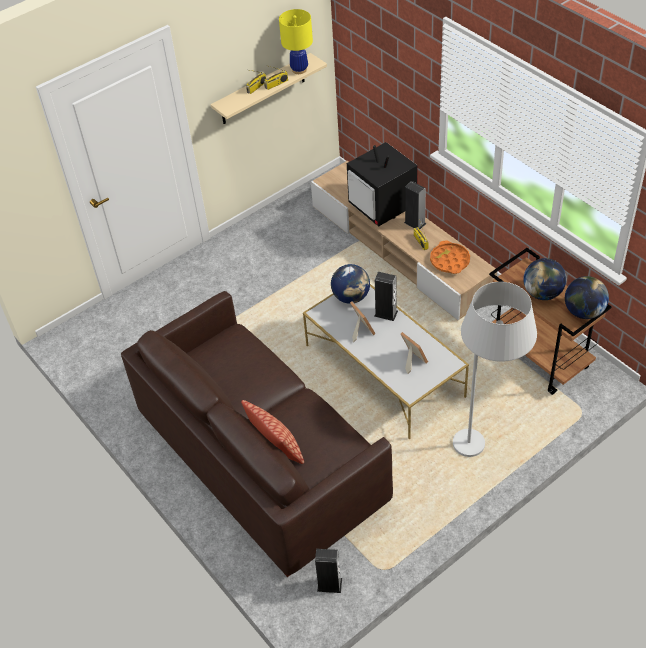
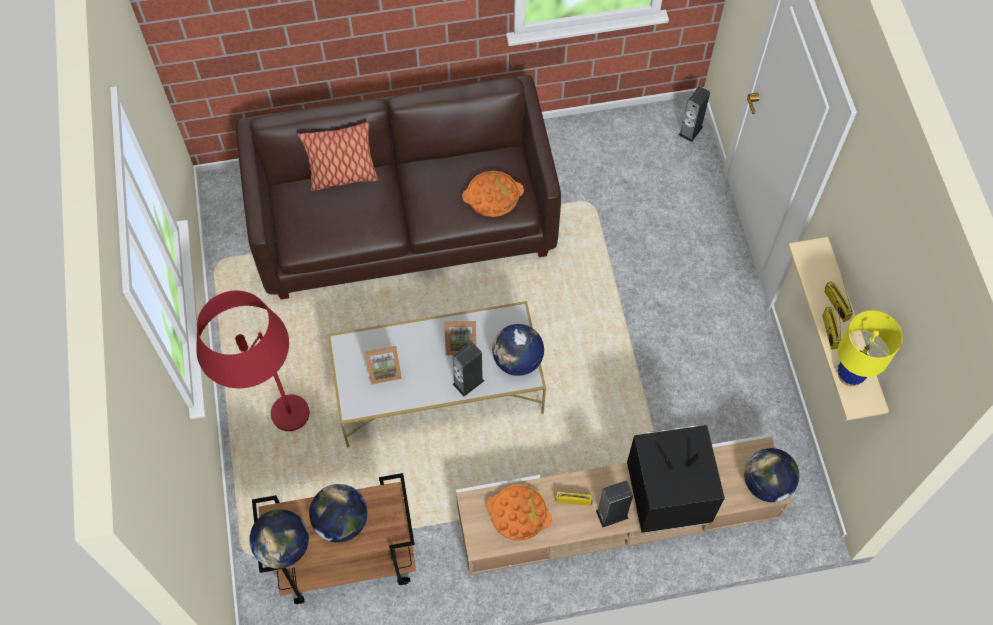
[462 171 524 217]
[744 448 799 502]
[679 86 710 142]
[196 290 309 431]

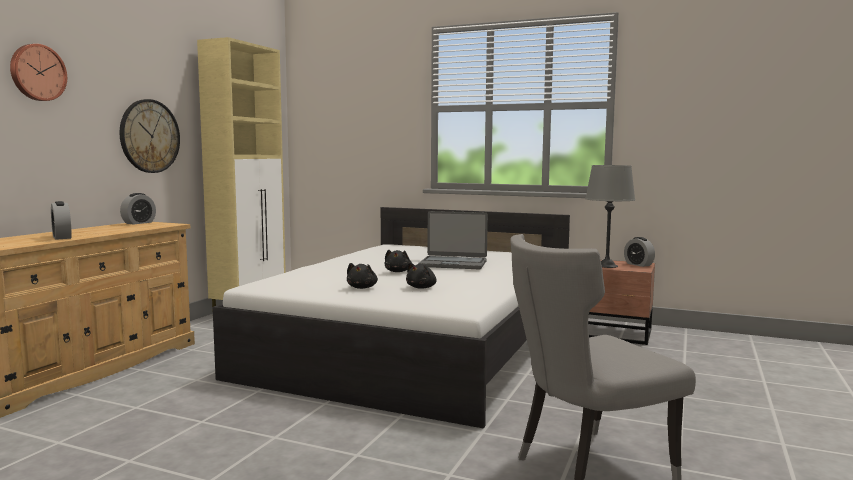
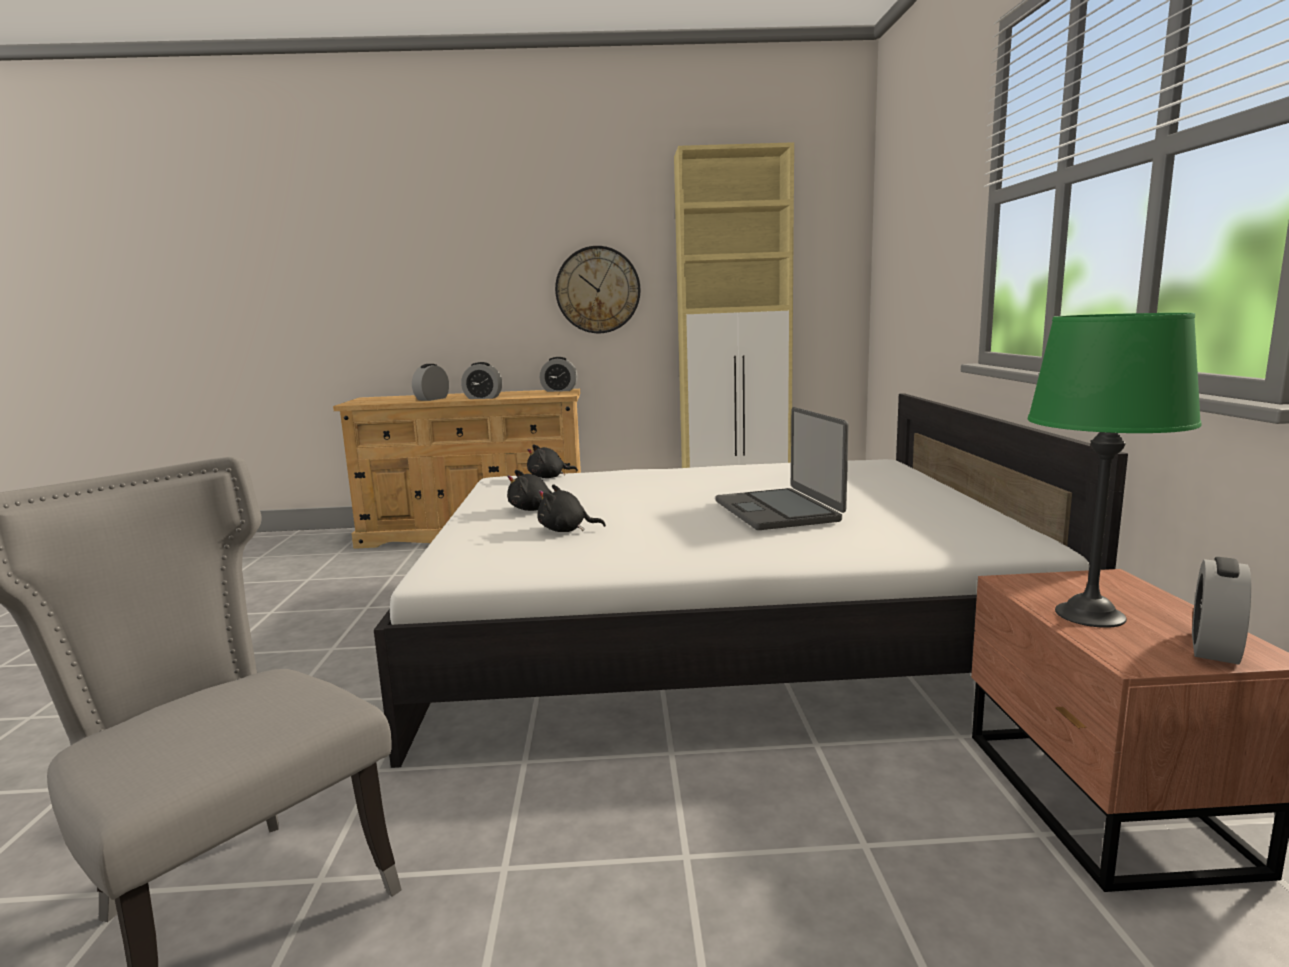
[10 44 67 101] (first image)
[461 362 502 399]
[527 444 578 478]
[1028 313 1202 628]

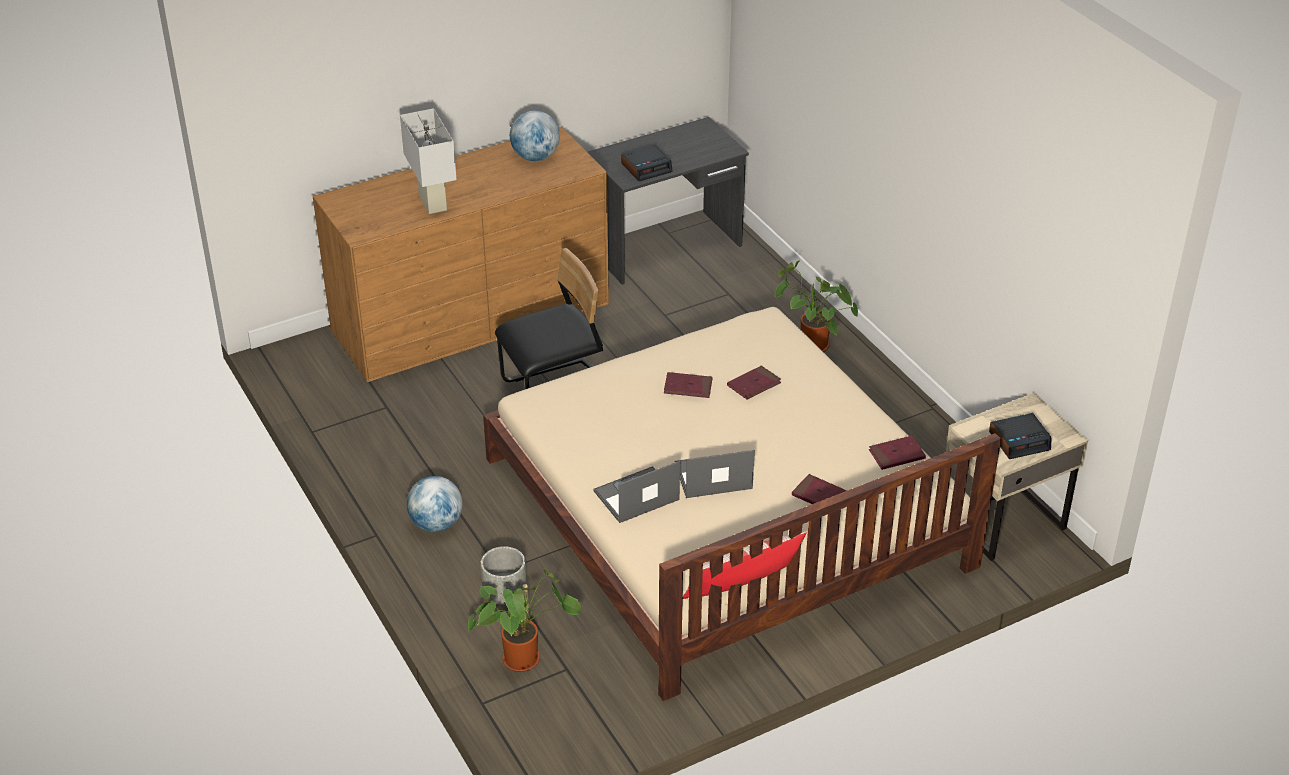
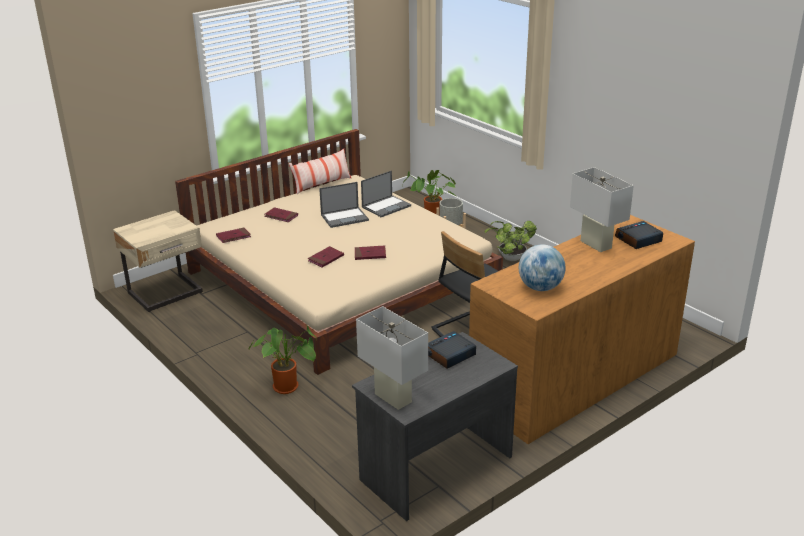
[356 306 428 410]
[615 221 663 249]
[485 221 537 261]

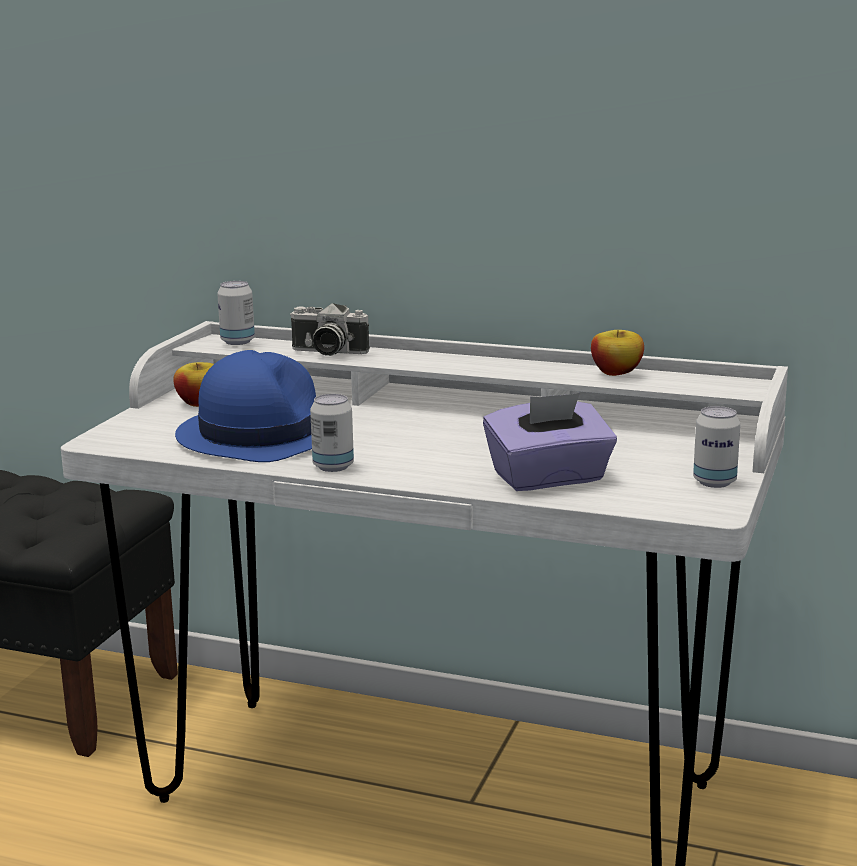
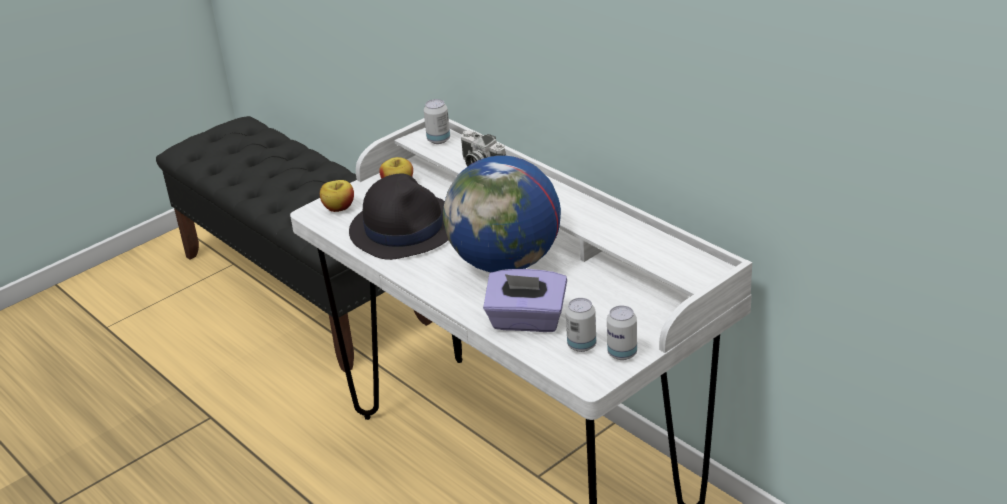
[443 155 561 272]
[566 298 596 352]
[320 180 354 212]
[349 173 448 260]

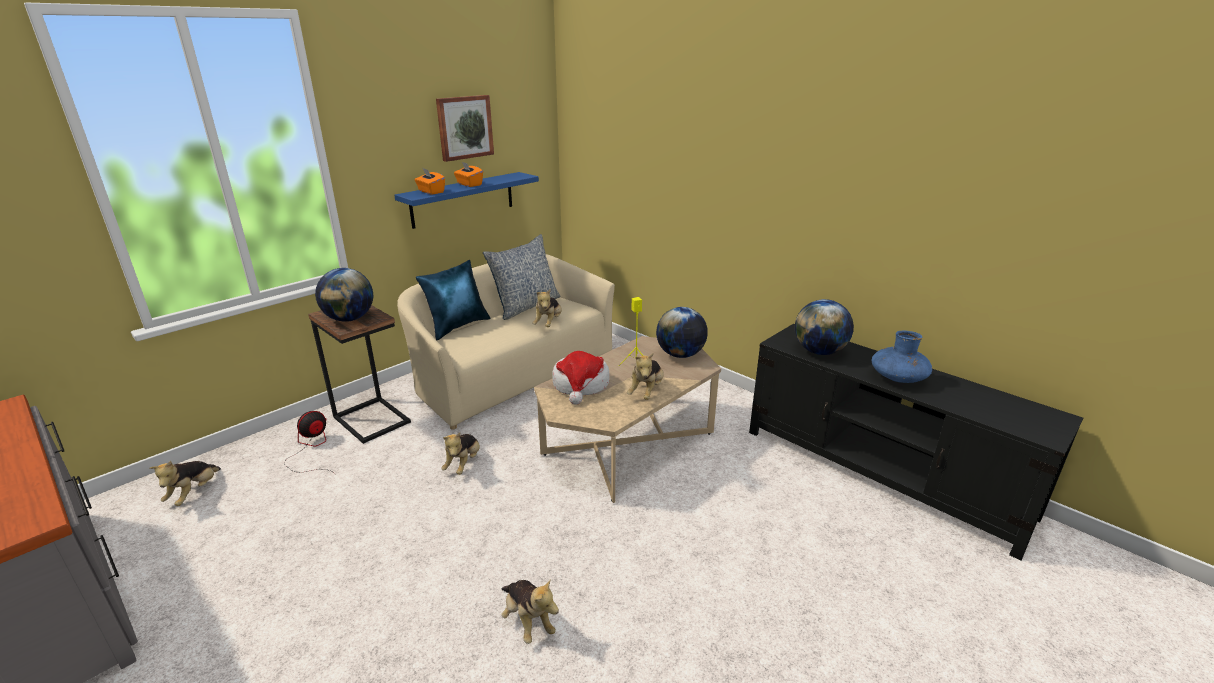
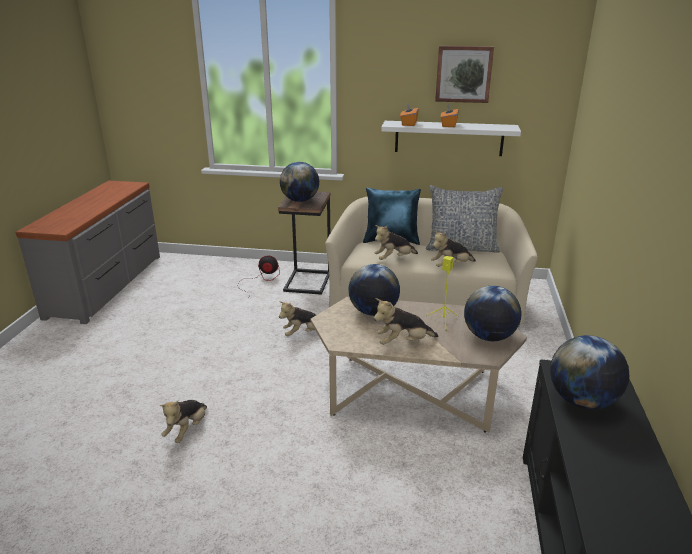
[872 331 932 383] (first image)
[375 225 418 260]
[348 264 400 316]
[381 121 521 156]

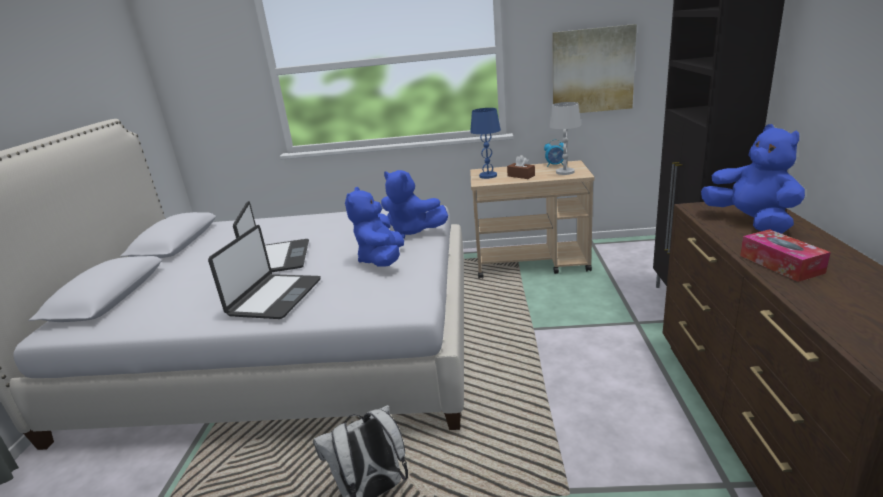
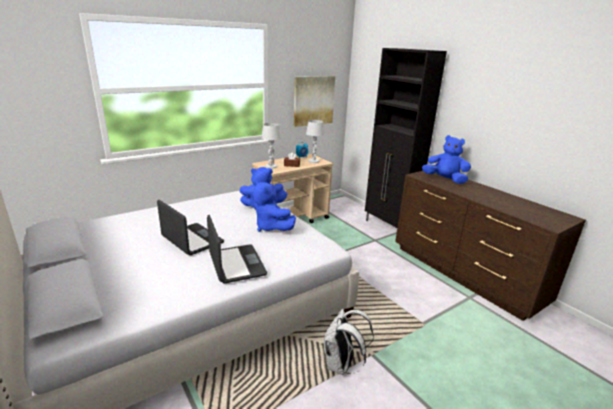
[740 229 831 282] (first image)
[261 123 281 169]

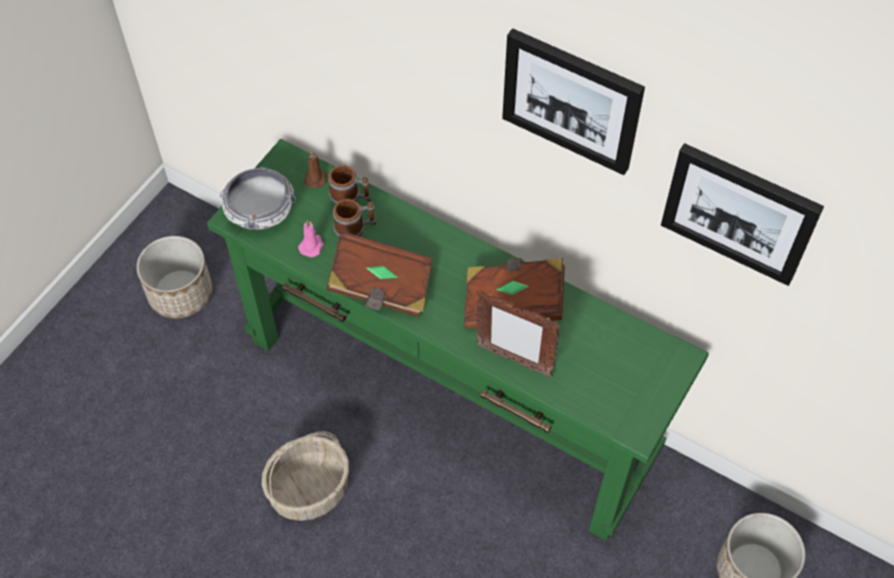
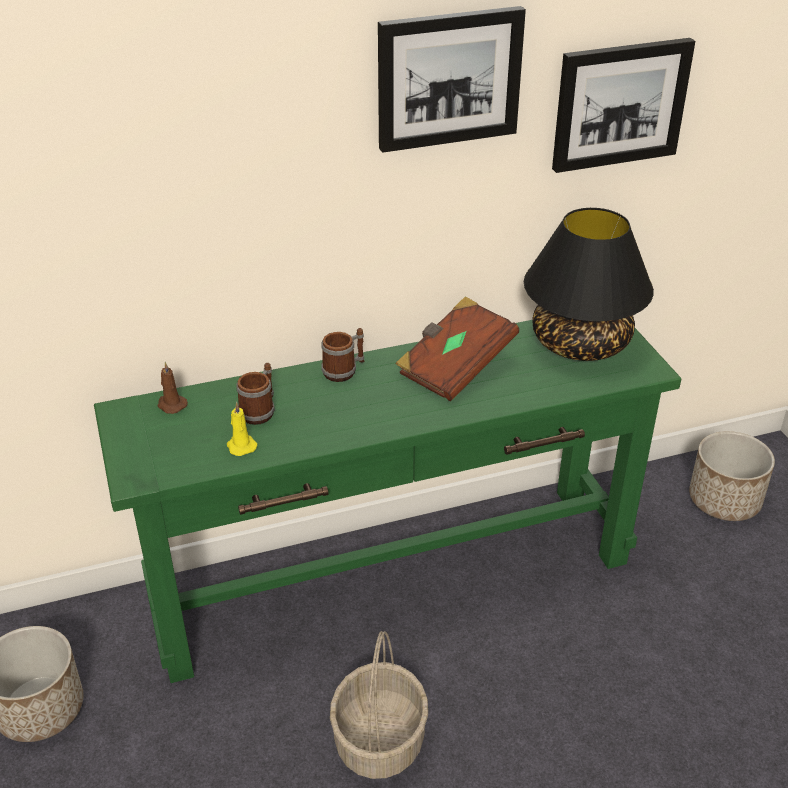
[220 167 296 230] (first image)
[326 231 433 317] (first image)
[476 290 561 377] (first image)
[524 208 654 361]
[321 328 365 382]
[227 402 257 456]

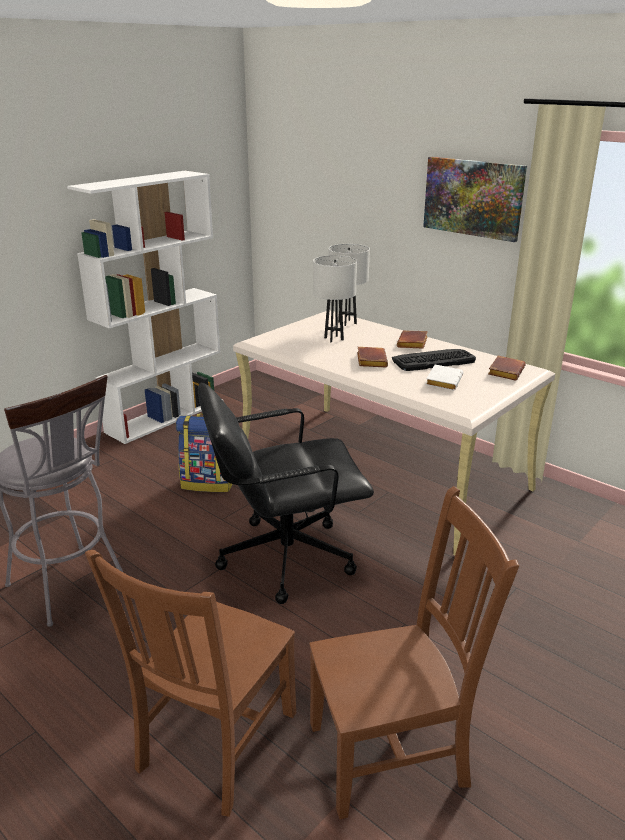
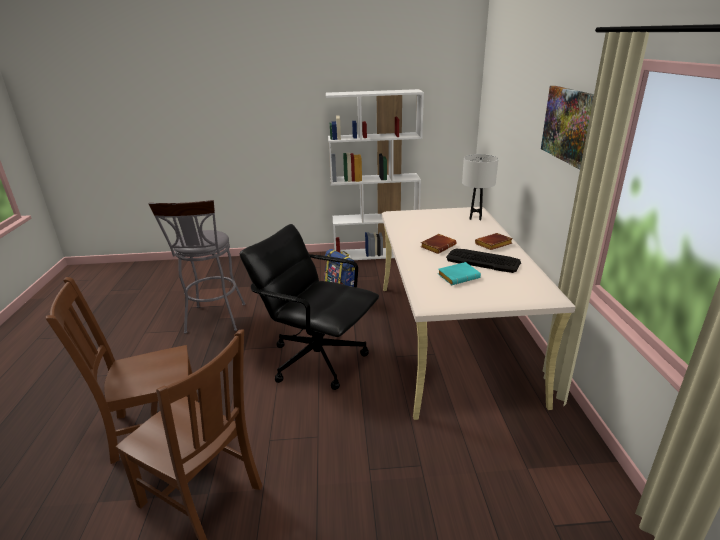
[313 255 357 343] (first image)
[488 356 526 381] (first image)
[438 262 481 285]

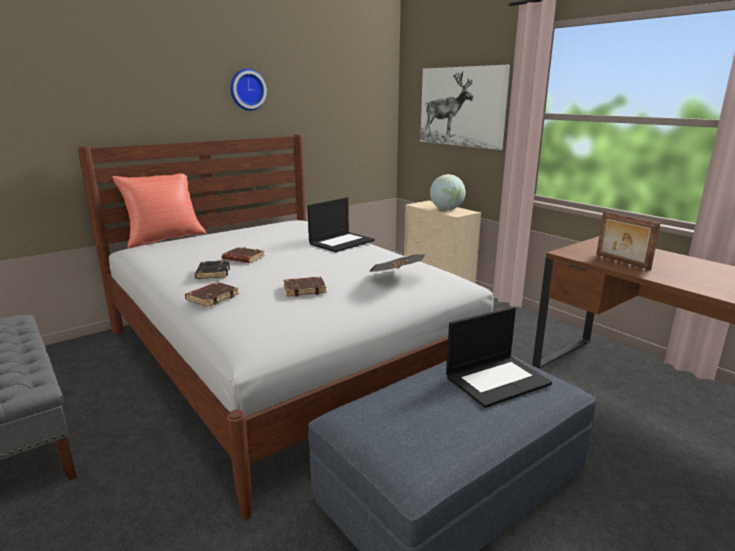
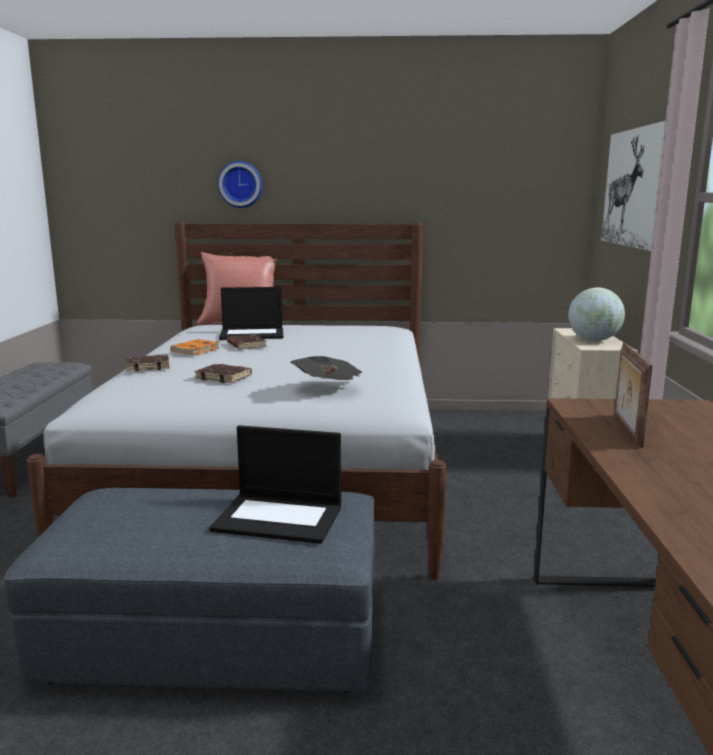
[218 161 263 208]
[219 287 283 340]
[170 339 220 355]

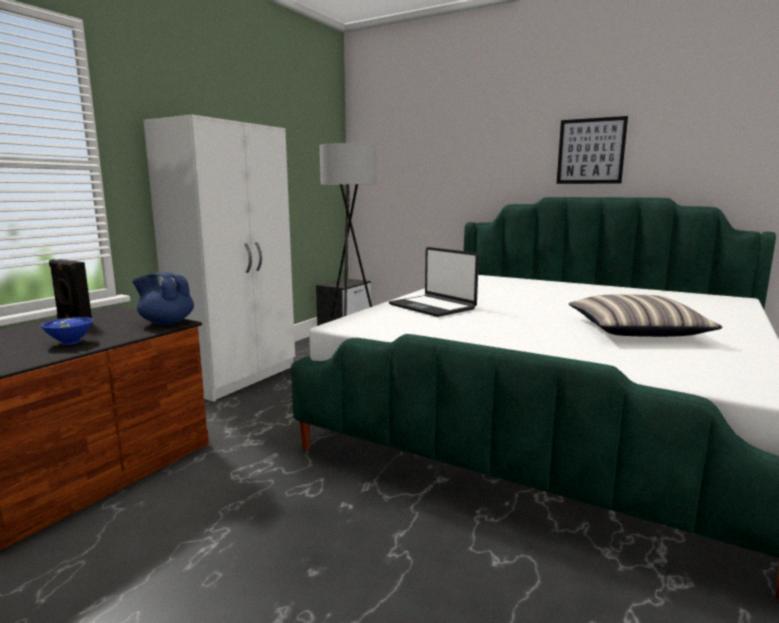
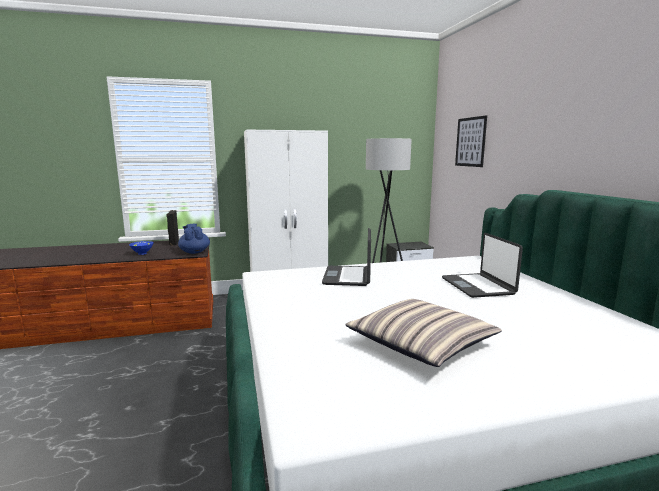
[442 233 523 298]
[455 115 487 167]

